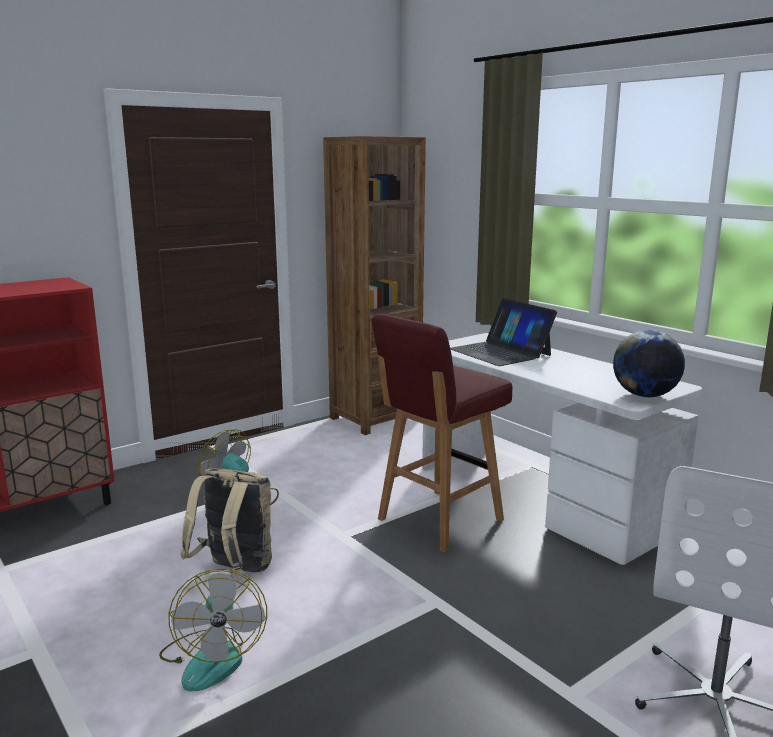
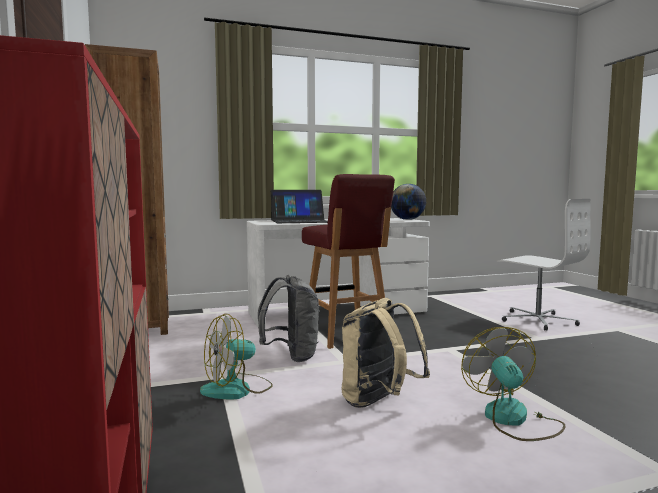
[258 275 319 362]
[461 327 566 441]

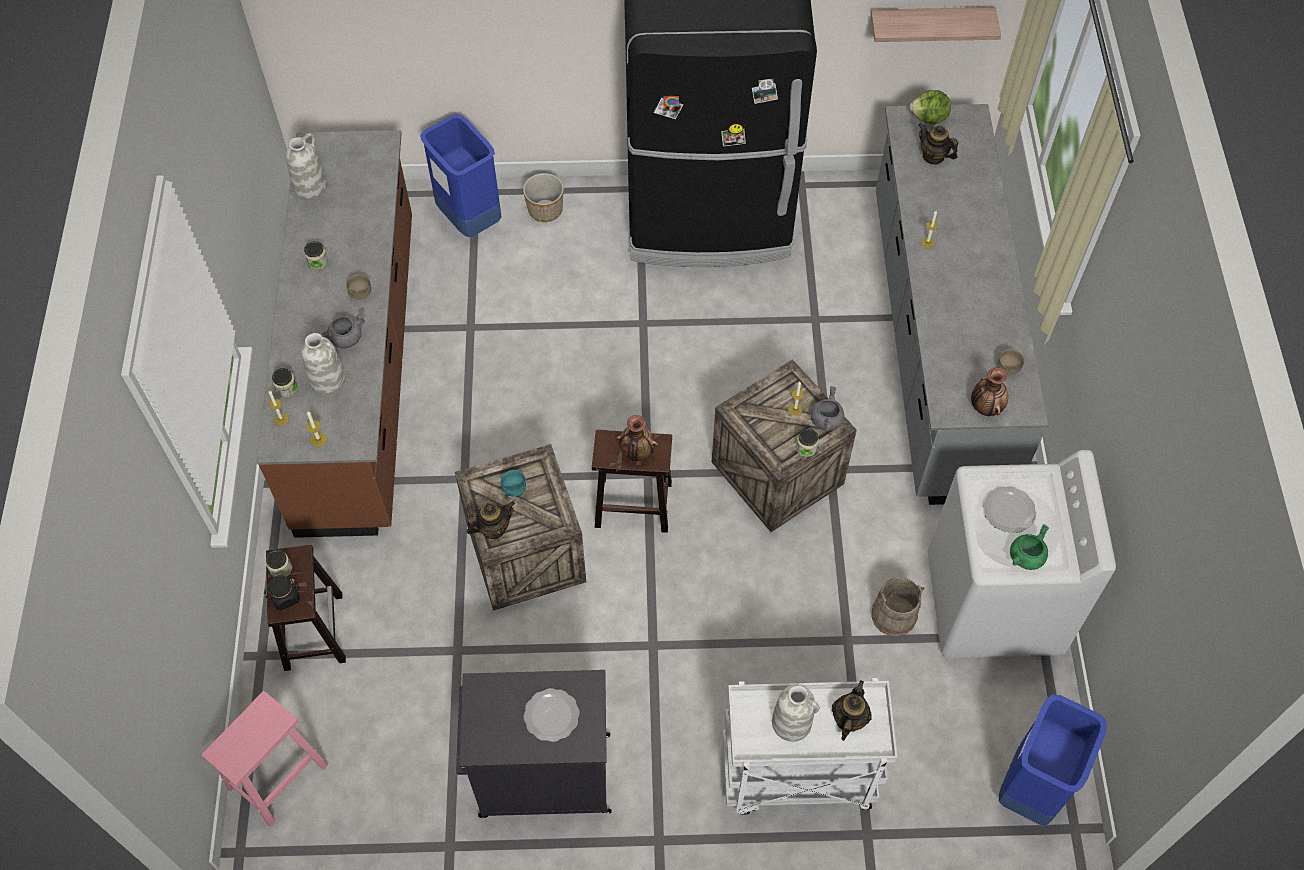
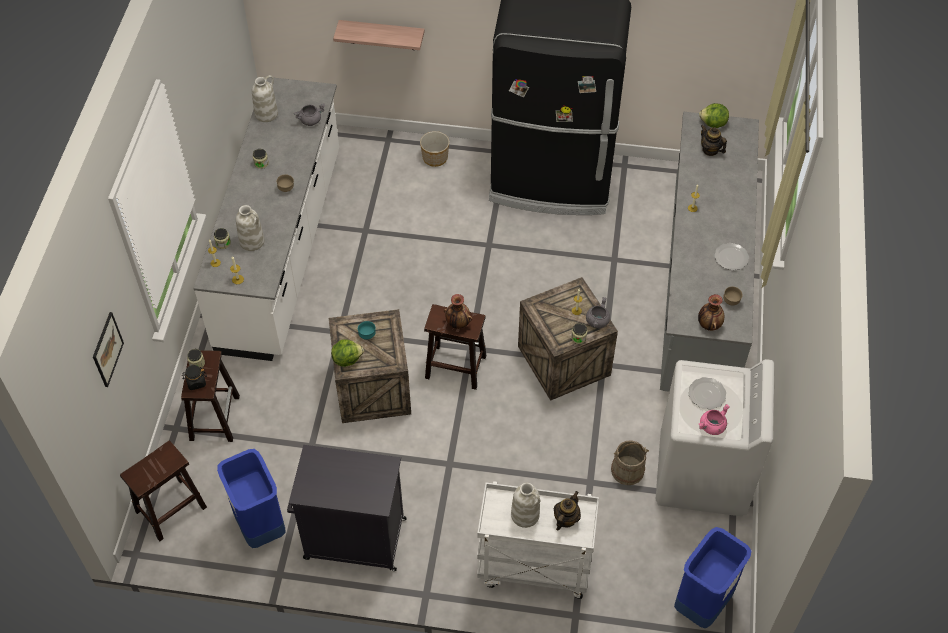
[93 312 124 387]
[294 103 325 126]
[217 449 285 548]
[714 243 749 270]
[333 20 425 50]
[331 340 364 367]
[120 440 207 541]
[193 77 339 361]
[699 404 730 435]

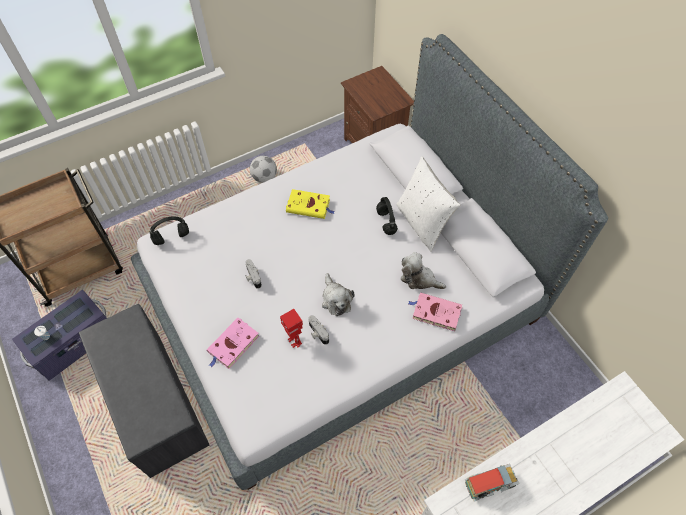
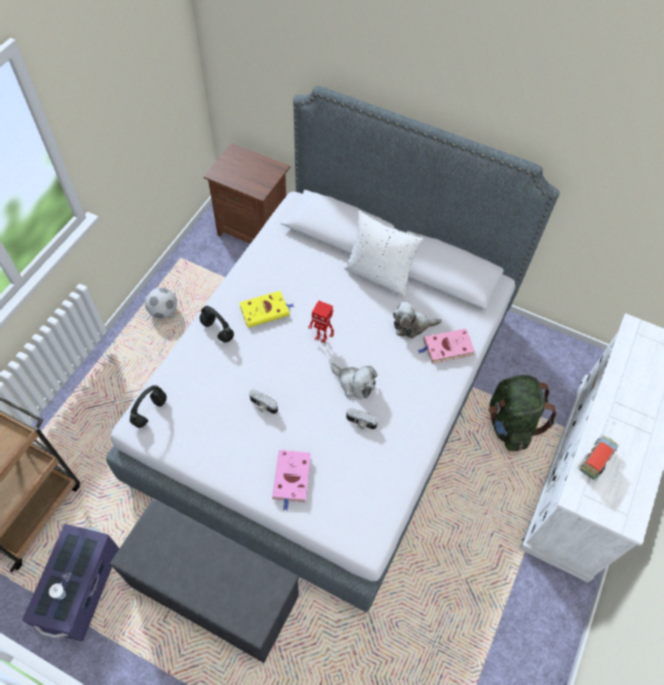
[488 375 556 451]
[308 300 334 343]
[200 306 234 342]

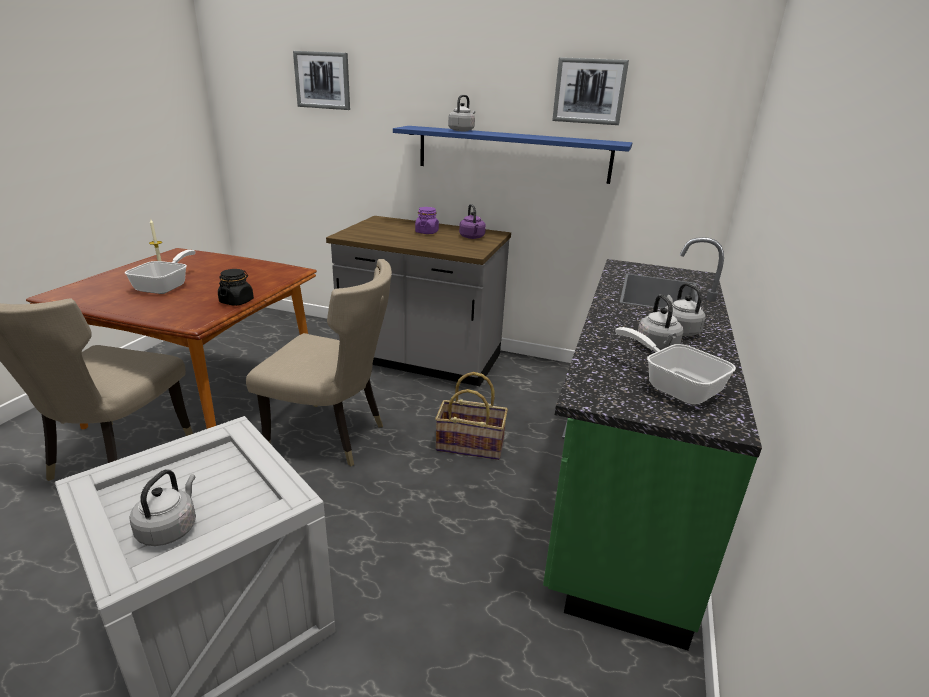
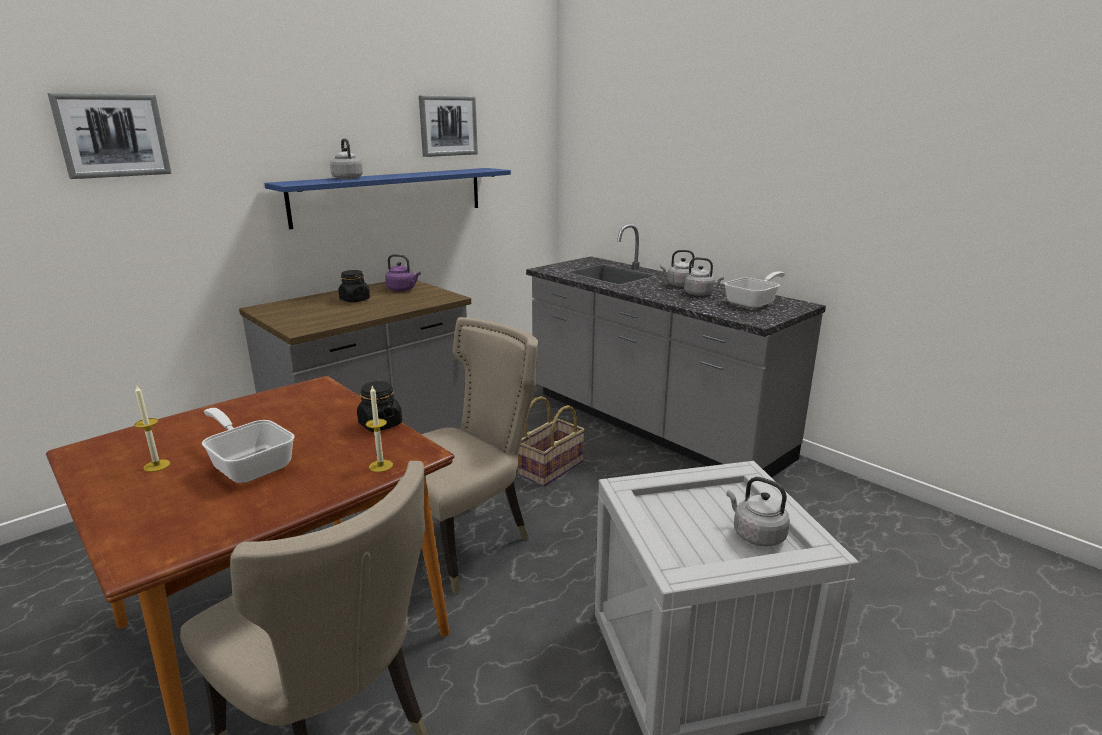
[366 386 393 472]
[338 270 370 302]
[526 224 826 478]
[724 271 785 308]

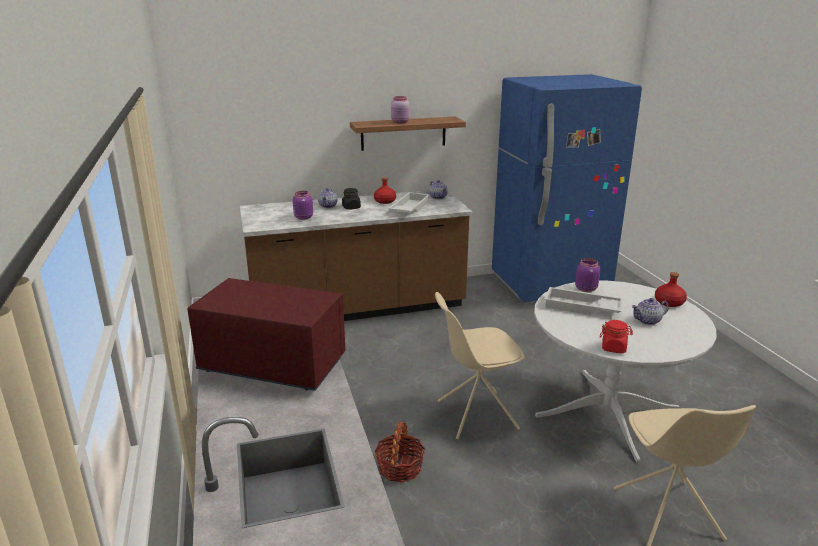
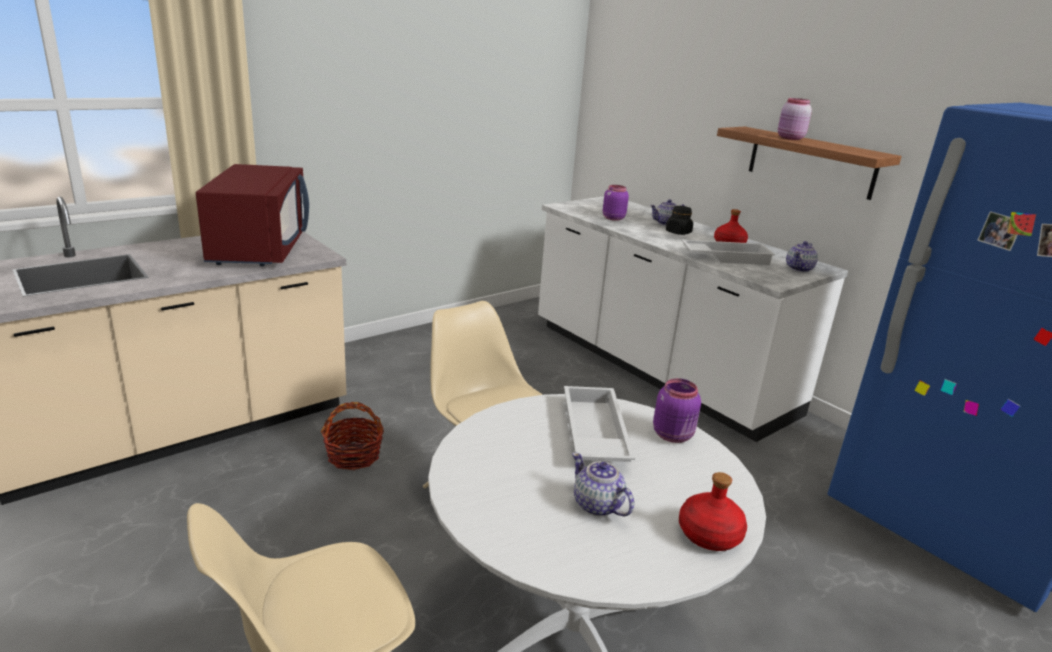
[600 320 633 353] (first image)
[538 196 848 442]

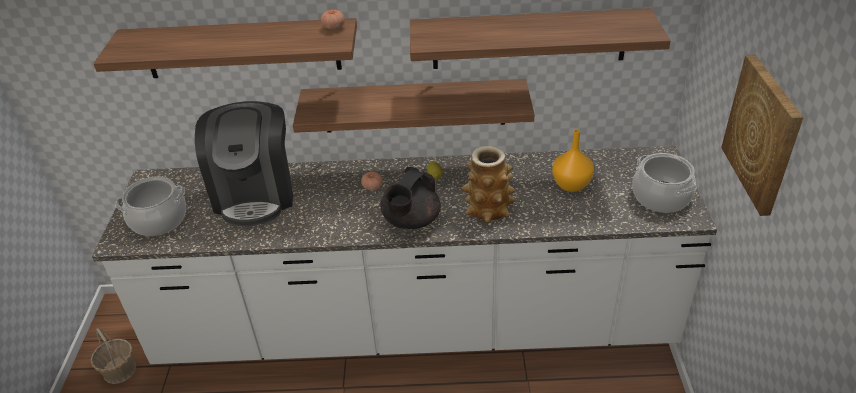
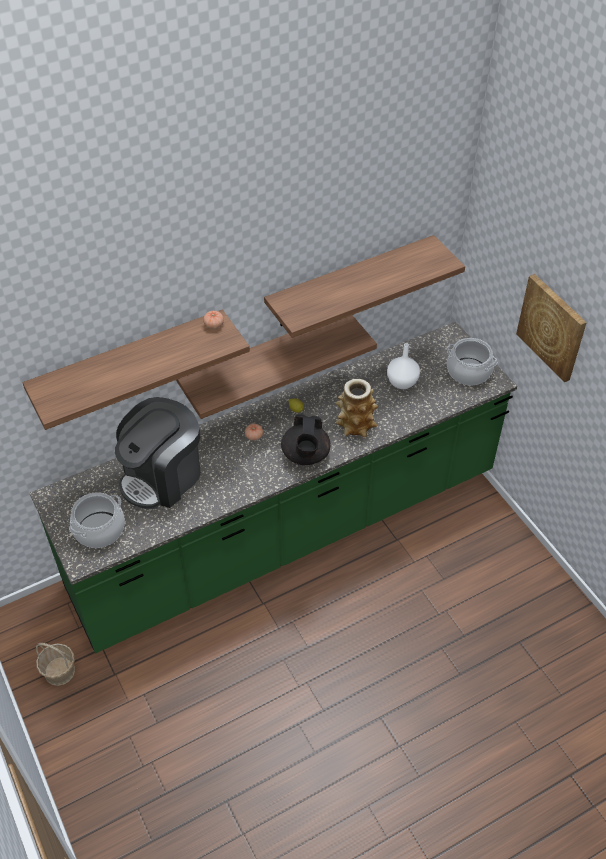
[30 321 517 653]
[387 343 420 389]
[115 397 201 509]

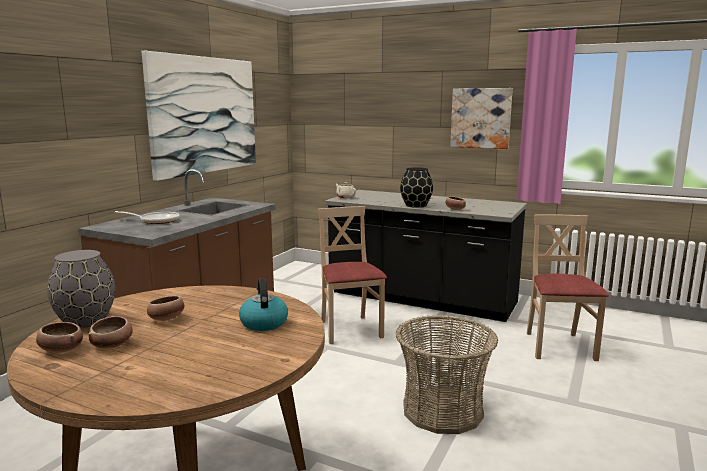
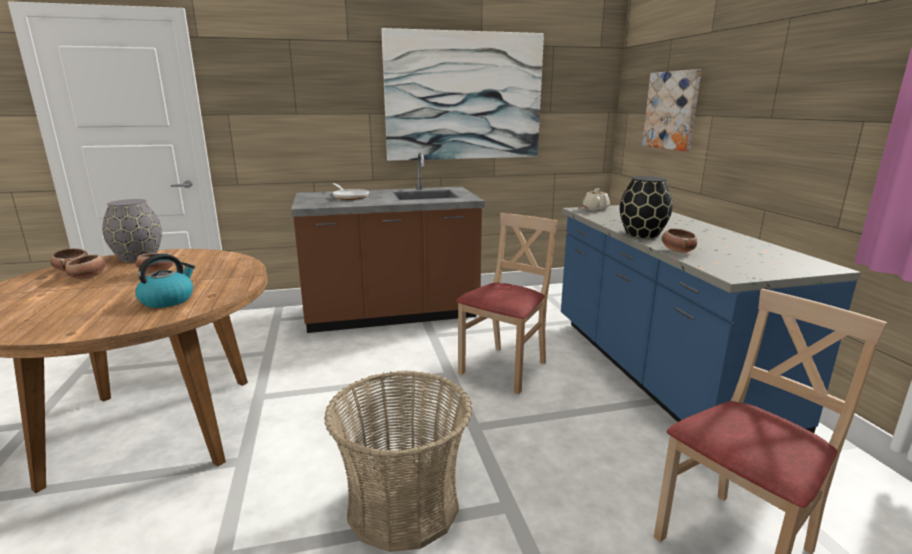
[642 69 701 151]
[561 205 861 433]

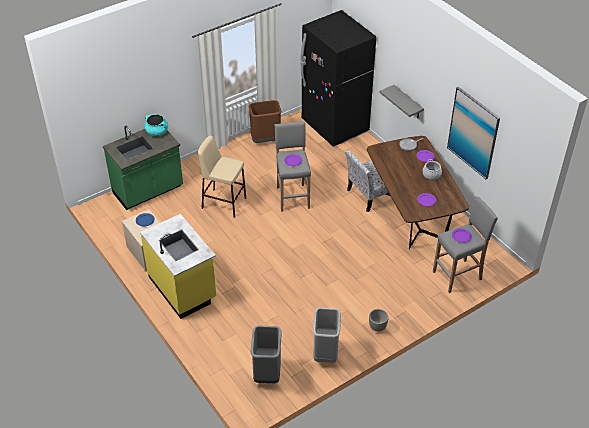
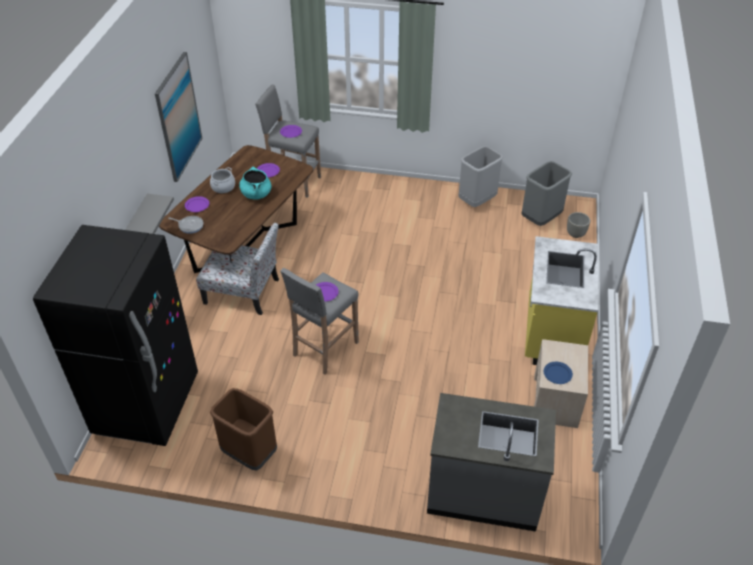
[198 136 246 218] (first image)
[239 167 272 200]
[567 212 590 238]
[427 393 556 531]

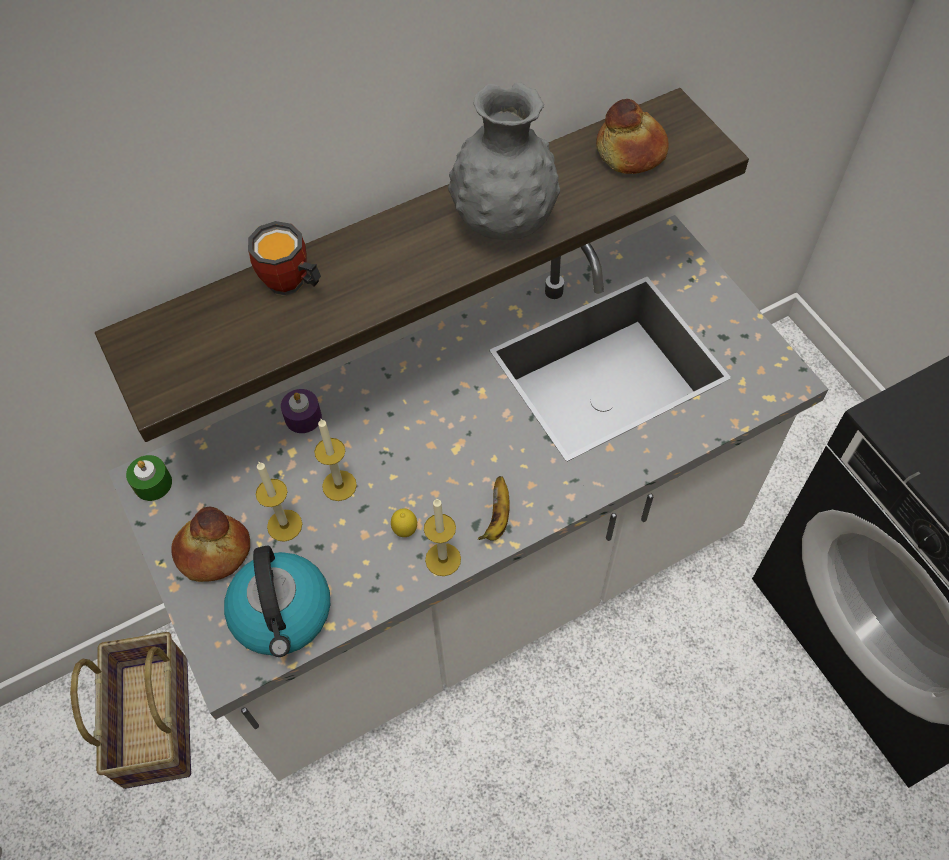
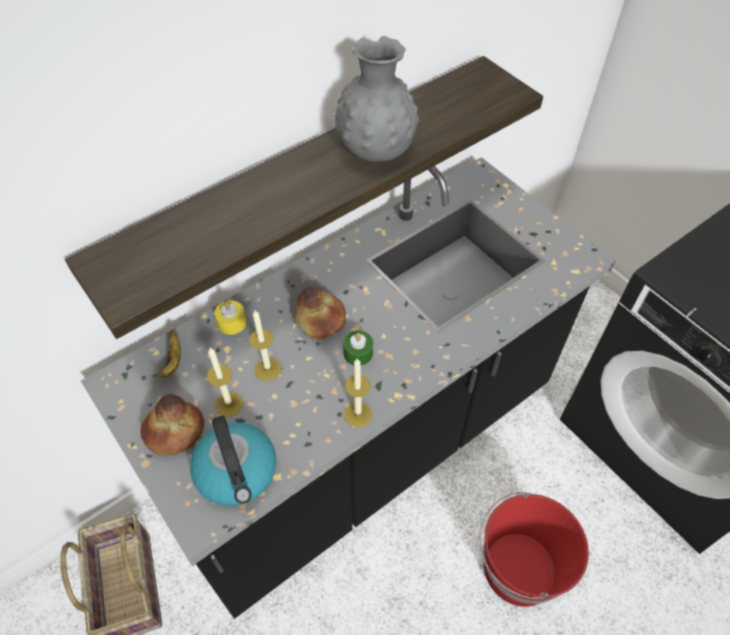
[248 221 321 296] (first image)
[391 508 417 537] (first image)
[480 492 589 607]
[343 330 373 366]
[152 331 181 378]
[294 286 346 339]
[81 157 615 619]
[215 300 247 335]

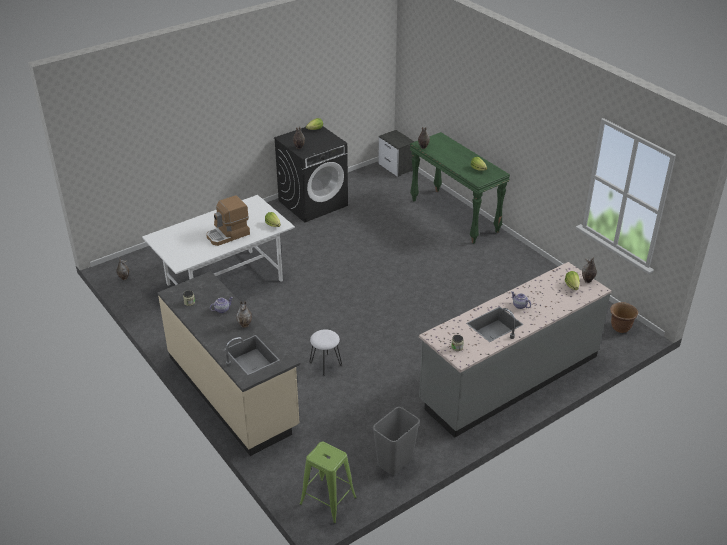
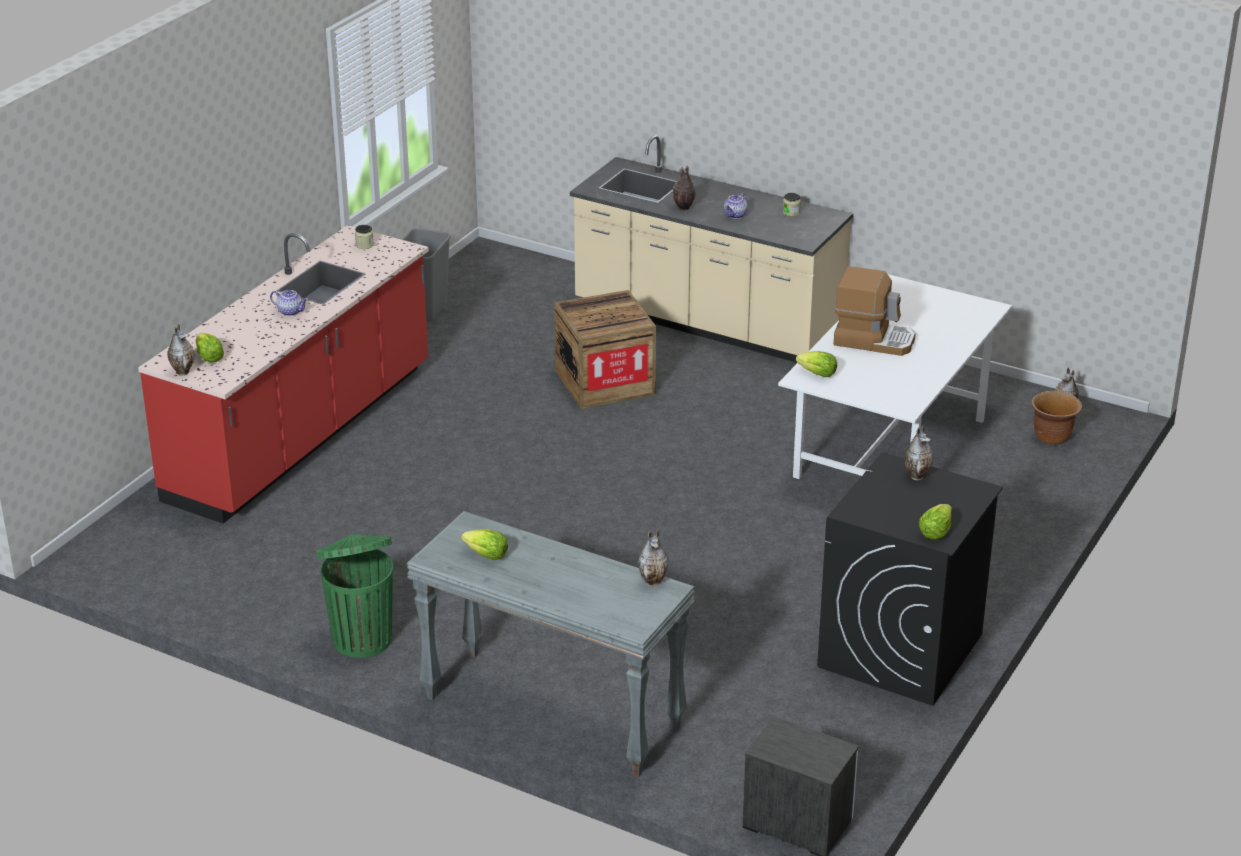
[300 442 357 524] (first image)
[316 534 393 658]
[1031 391 1082 445]
[554 290 656 409]
[407 511 695 777]
[138 225 429 524]
[834 267 916 356]

